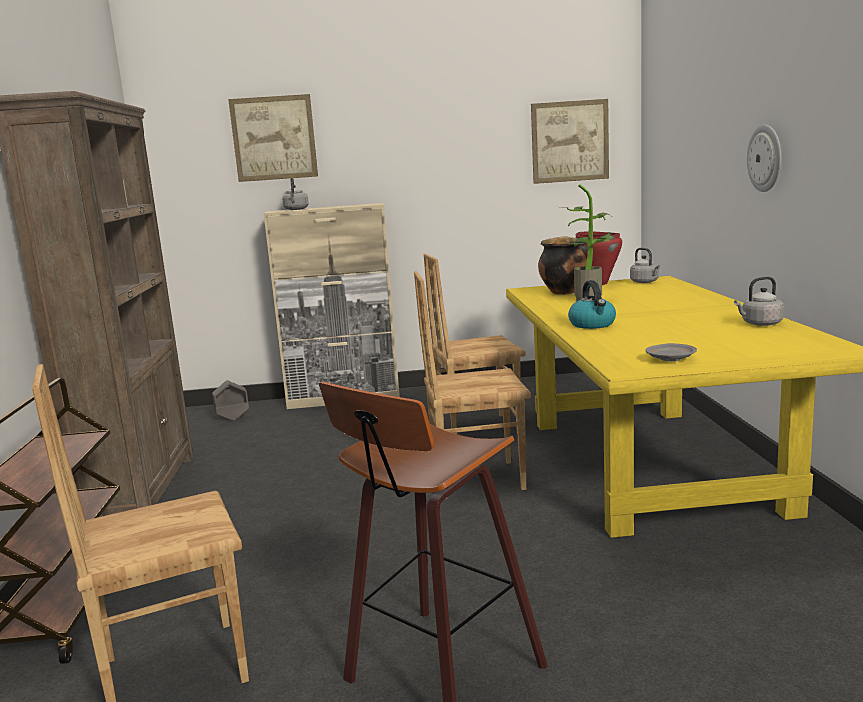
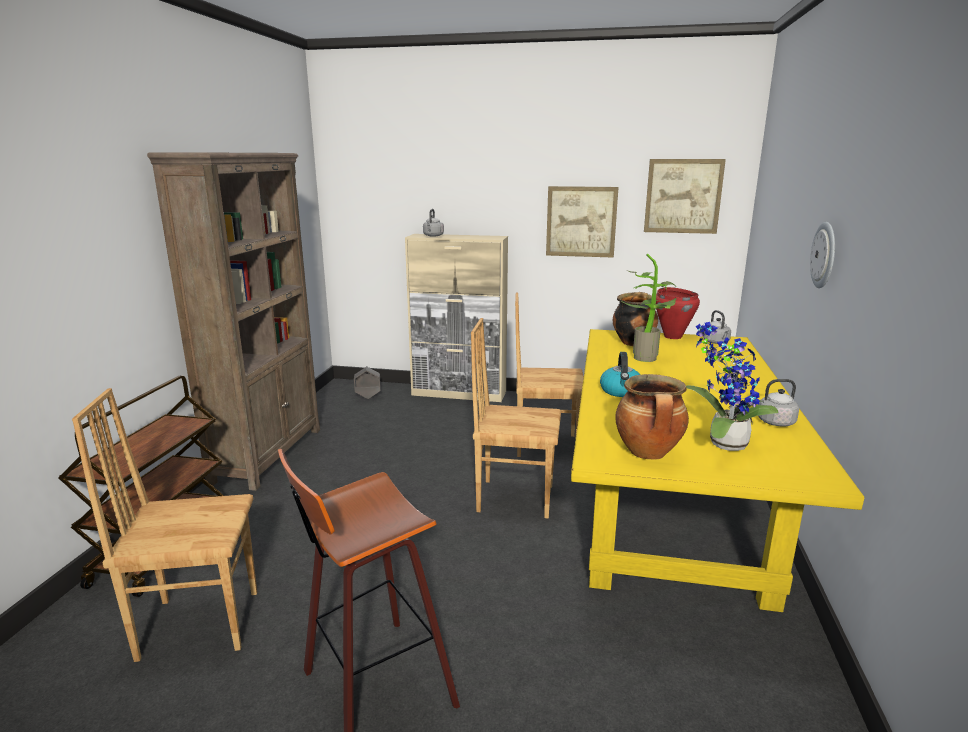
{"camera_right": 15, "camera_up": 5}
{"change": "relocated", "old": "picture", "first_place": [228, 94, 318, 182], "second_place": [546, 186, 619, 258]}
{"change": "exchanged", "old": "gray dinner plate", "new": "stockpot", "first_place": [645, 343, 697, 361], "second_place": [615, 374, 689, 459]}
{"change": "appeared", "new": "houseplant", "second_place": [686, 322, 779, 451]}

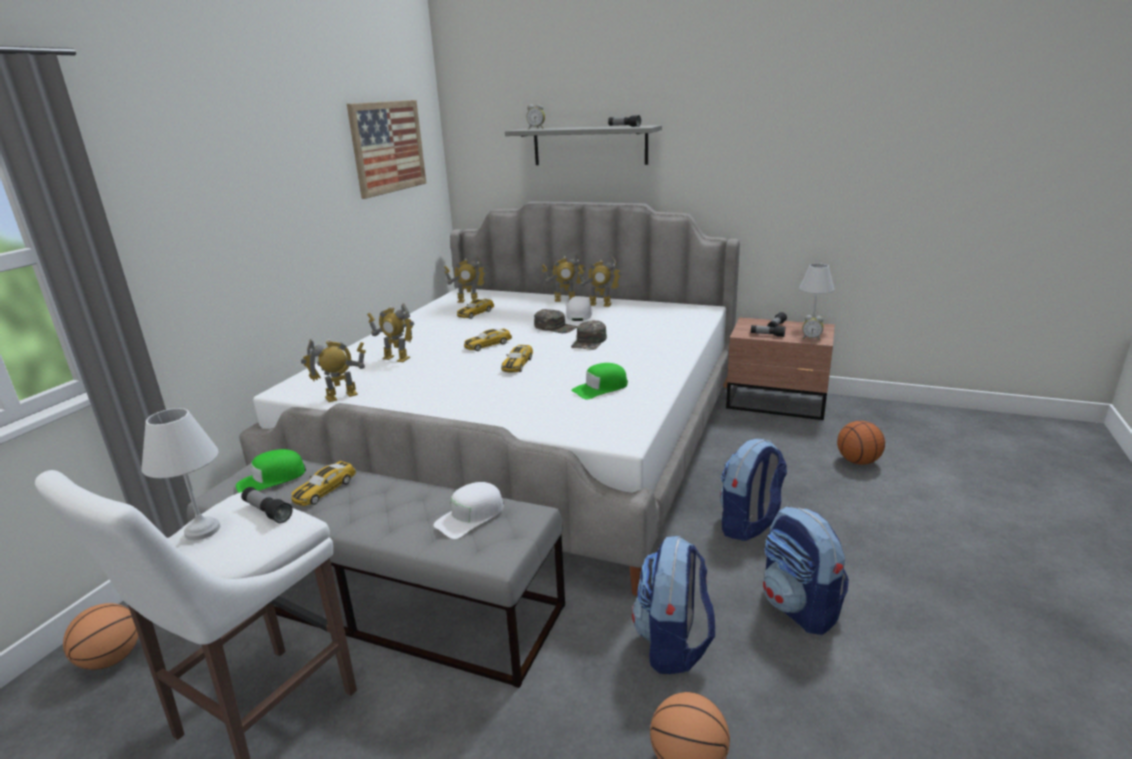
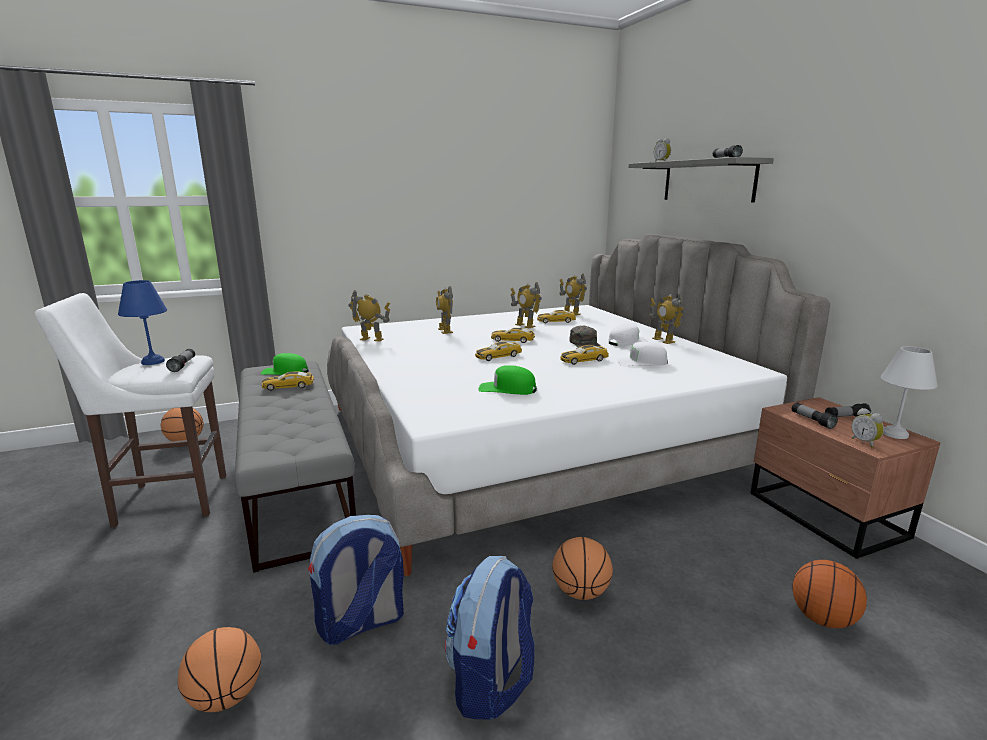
{"camera_right": 45, "camera_up": -5}
{"change": "colour", "old": "white-coloured tabletop lamp", "new": "blue tabletop lamp", "first_place": [142, 408, 220, 540], "second_place": [118, 280, 167, 365]}
{"change": "missing", "old": "picture", "first_place": [347, 100, 426, 199]}
{"change": "relocated", "old": "white-coloured peaked cap", "first_place": [434, 482, 504, 539], "second_place": [616, 342, 668, 366]}
{"change": "relocated", "old": "robot figure", "first_place": [542, 253, 586, 302], "second_place": [511, 282, 542, 328]}
{"change": "exchanged", "old": "green-coloured peaked cap", "new": "model car", "first_place": [571, 320, 607, 350], "second_place": [560, 345, 609, 365]}
{"change": "exchanged", "old": "rucksack", "new": "ball for basketball", "first_place": [720, 439, 787, 541], "second_place": [552, 537, 613, 600]}

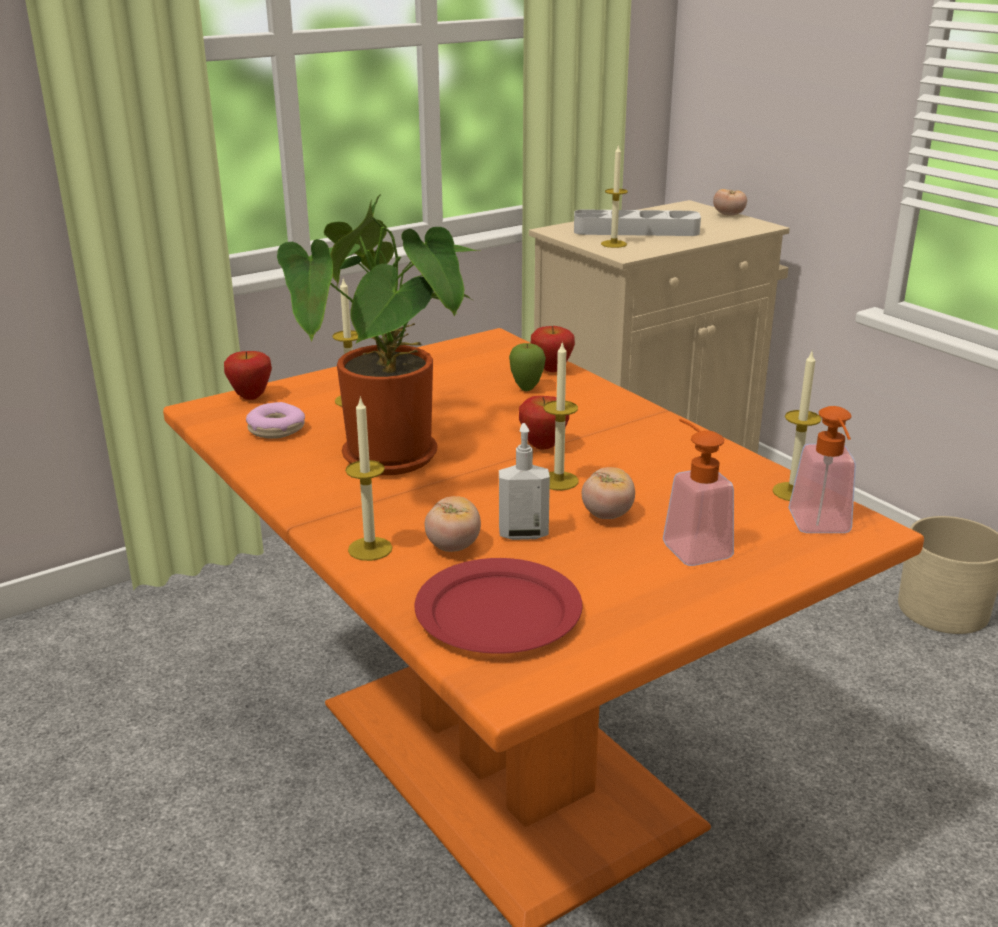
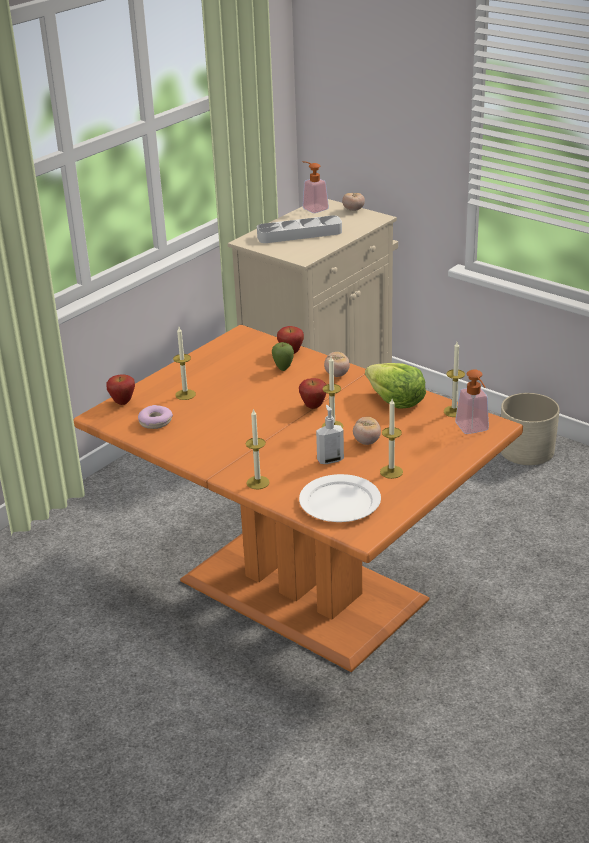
{"camera_right": -15, "camera_up": 5}
{"change": "missing", "old": "houseplant", "first_place": [277, 194, 479, 475]}
{"change": "colour", "old": "reddish dinner plate", "new": "white-coloured dinner plate", "first_place": [414, 558, 583, 654], "second_place": [299, 474, 381, 522]}
{"change": "relocated", "old": "tomato", "first_place": [425, 496, 481, 552], "second_place": [324, 352, 350, 377]}
{"change": "relocated", "old": "wax candle", "first_place": [601, 145, 628, 248], "second_place": [380, 399, 403, 479]}
{"change": "relocated", "old": "liquid soap bottle", "first_place": [663, 419, 734, 566], "second_place": [302, 161, 329, 213]}
{"change": "appeared", "new": "head of lettuce", "second_place": [365, 363, 426, 409]}

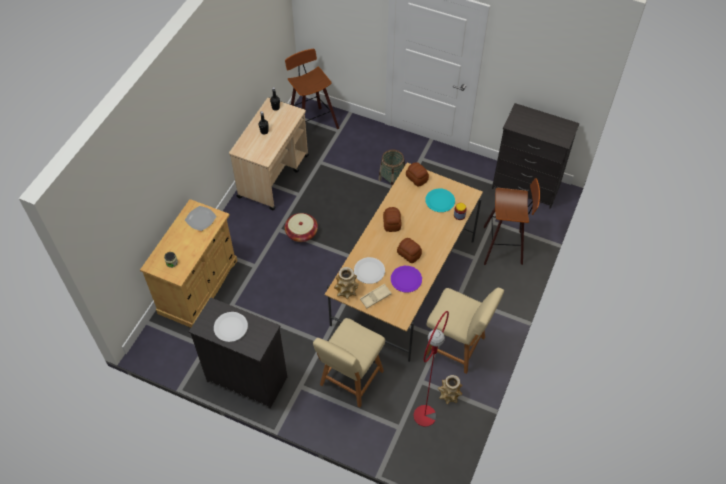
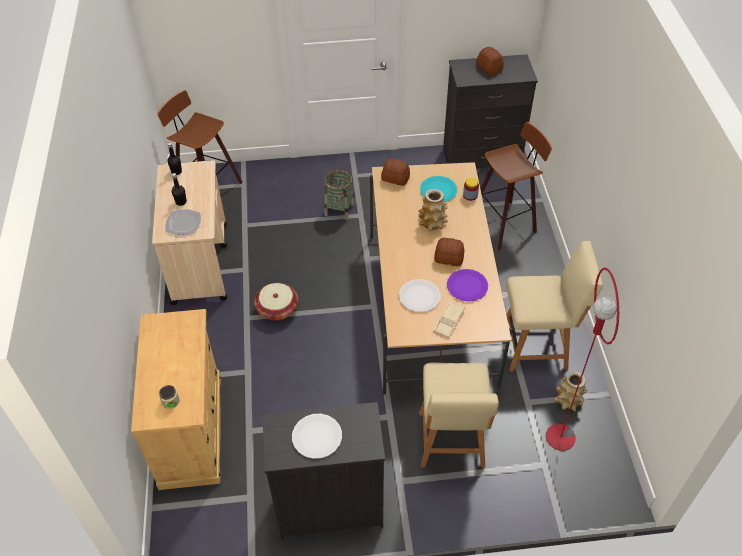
{"camera_right": -30, "camera_up": -5}
{"change": "relocated", "old": "dinner plate", "first_place": [185, 206, 216, 231], "second_place": [165, 209, 201, 235]}
{"change": "relocated", "old": "vase", "first_place": [334, 267, 359, 299], "second_place": [419, 189, 448, 231]}
{"change": "relocated", "old": "bakery bread", "first_place": [383, 207, 401, 232], "second_place": [476, 47, 504, 75]}

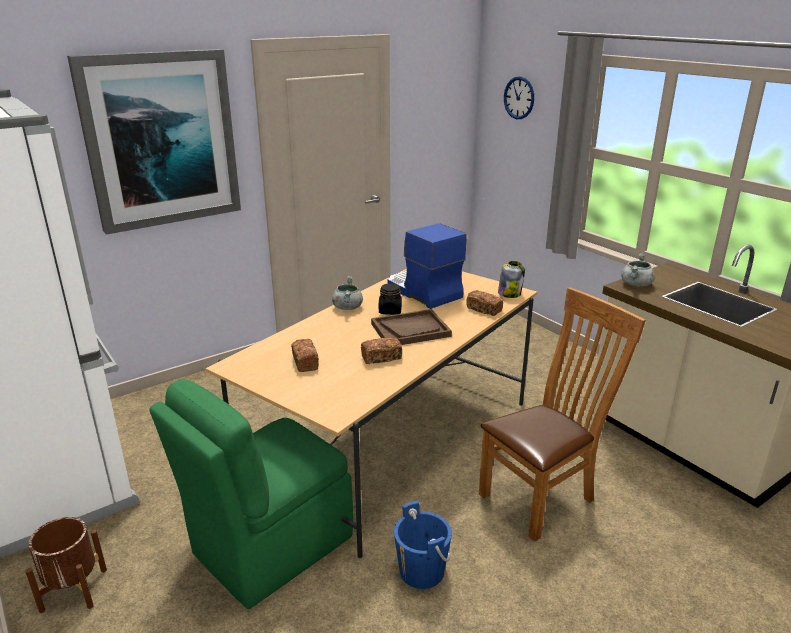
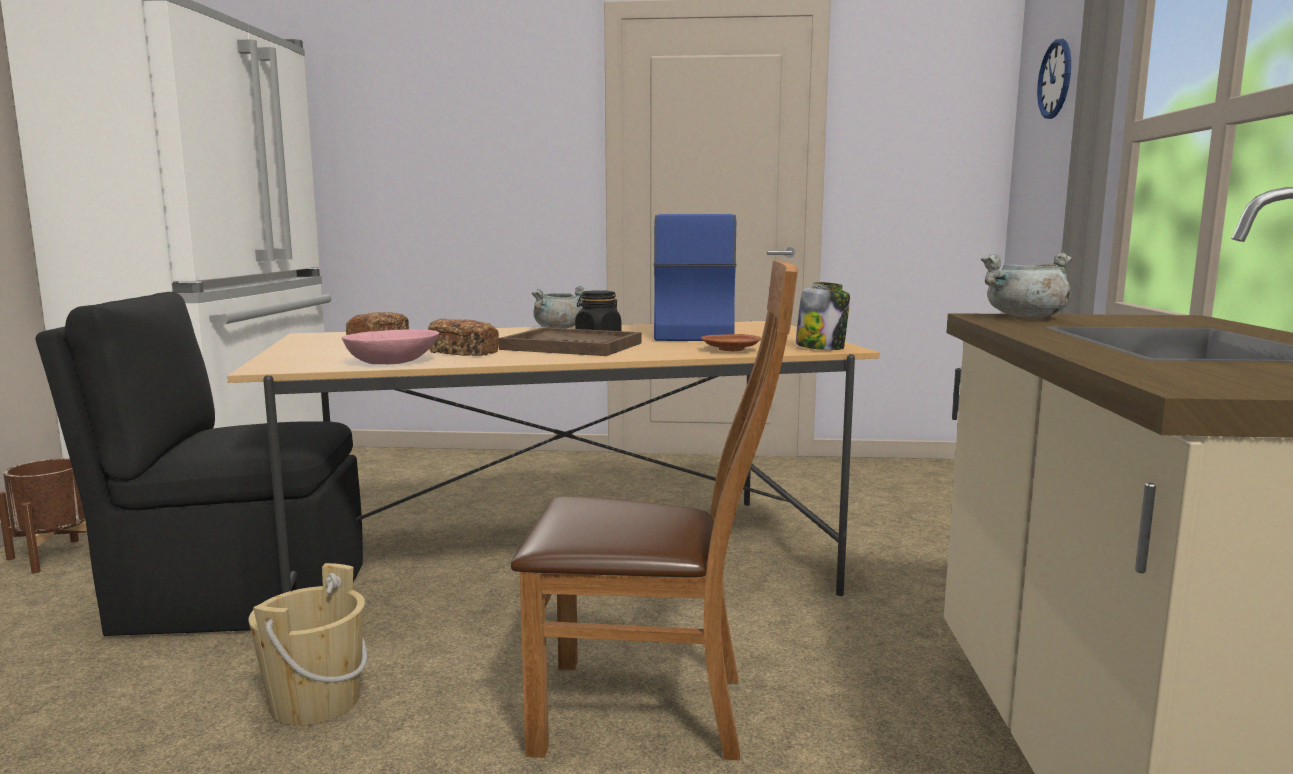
{"camera_right": 40, "camera_up": -15}
{"change": "missing", "old": "picture", "first_place": [67, 49, 241, 235]}
{"change": "colour", "old": "green-coloured plain chair", "new": "blackish plain chair", "first_place": [149, 379, 353, 609], "second_place": [35, 292, 363, 636]}
{"change": "colour", "old": "blue bucket", "new": "sand-coloured bucket", "first_place": [394, 501, 452, 589], "second_place": [248, 563, 367, 726]}
{"change": "exchanged", "old": "bakery bread", "new": "brown dinner plate", "first_place": [466, 290, 503, 316], "second_place": [701, 334, 761, 351]}
{"change": "appeared", "new": "pinkish serving bowl", "second_place": [342, 329, 439, 364]}

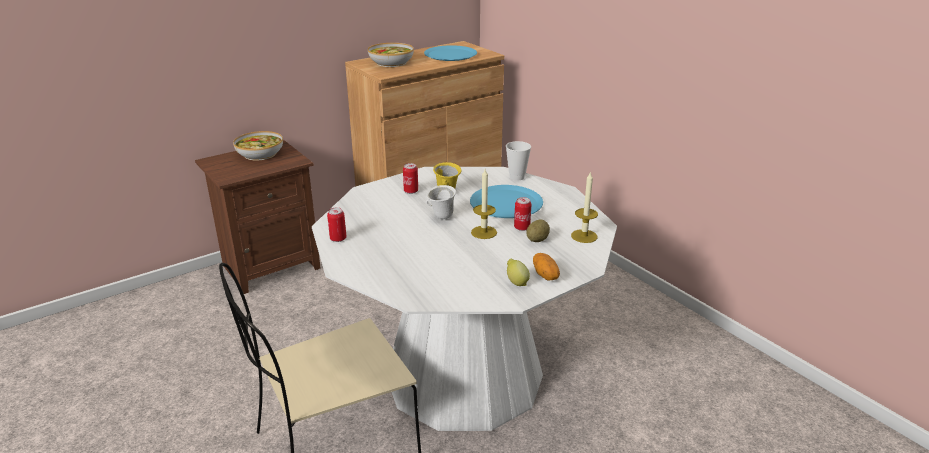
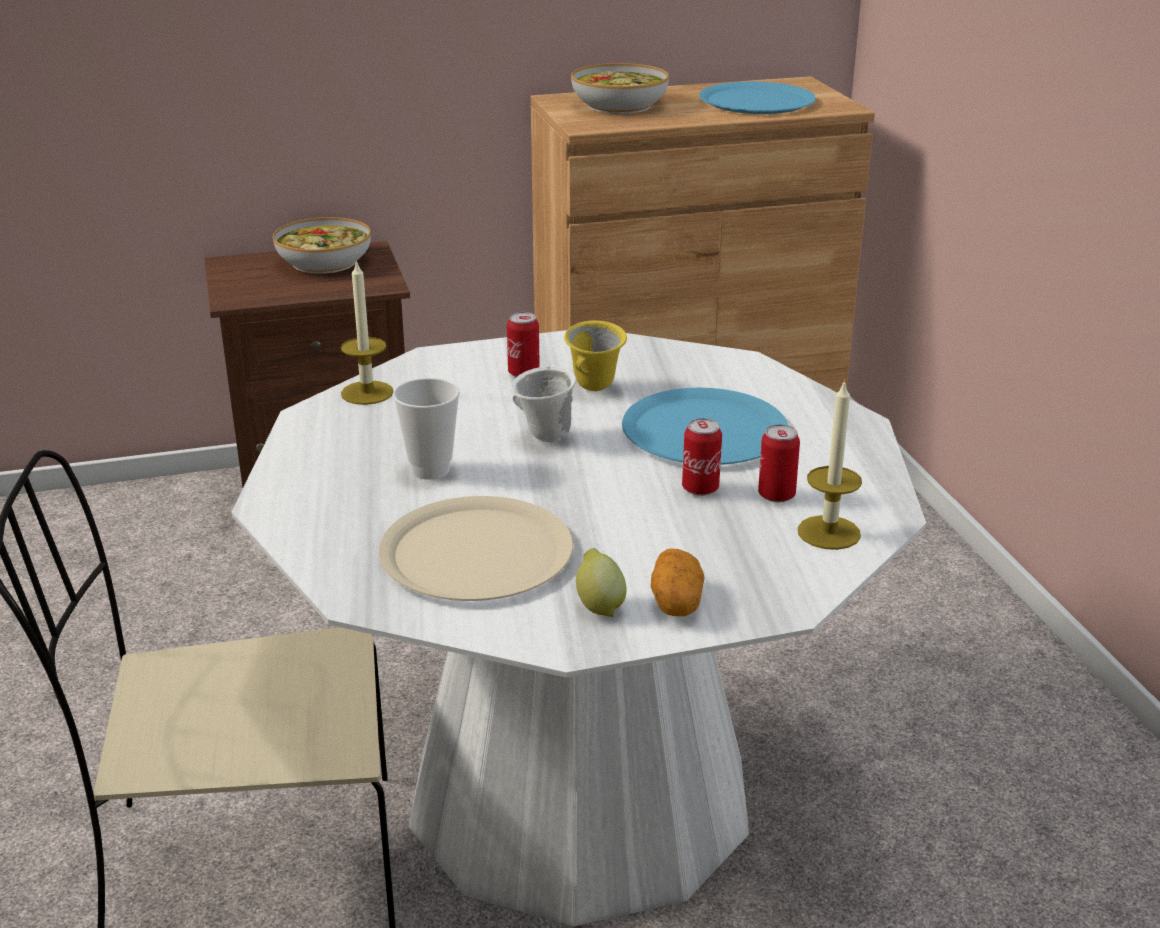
{"camera_right": 20, "camera_up": 0}
{"change": "relocated", "old": "sealed can", "first_place": [327, 208, 347, 242], "second_place": [758, 425, 800, 502]}
{"change": "relocated", "old": "wax candle", "first_place": [471, 169, 497, 239], "second_place": [341, 259, 394, 405]}
{"change": "relocated", "old": "small cup", "first_place": [506, 141, 531, 180], "second_place": [393, 378, 460, 480]}
{"change": "missing", "old": "spud", "first_place": [526, 220, 550, 242]}
{"change": "appeared", "new": "sand-coloured dinner plate", "second_place": [379, 496, 573, 601]}

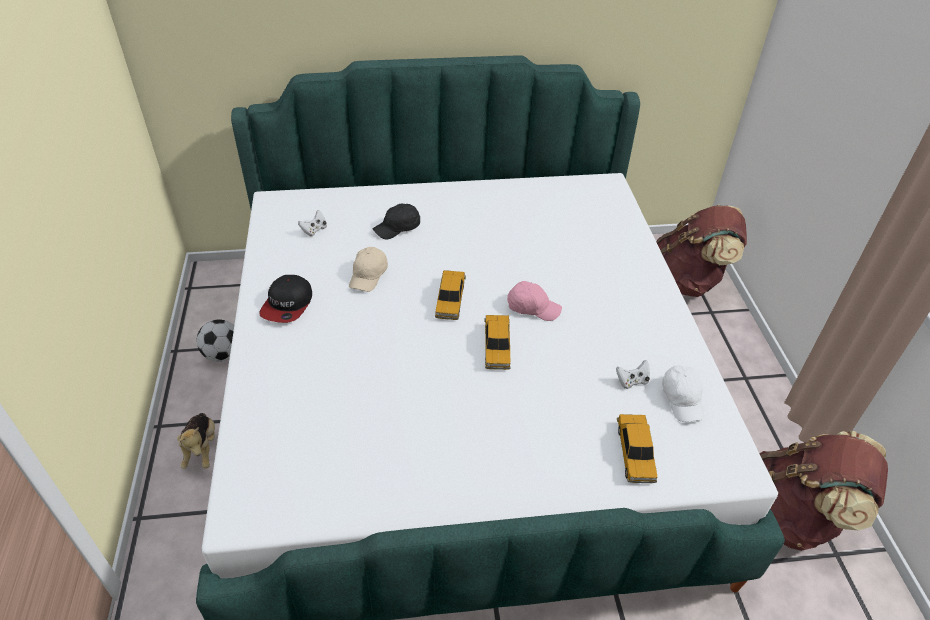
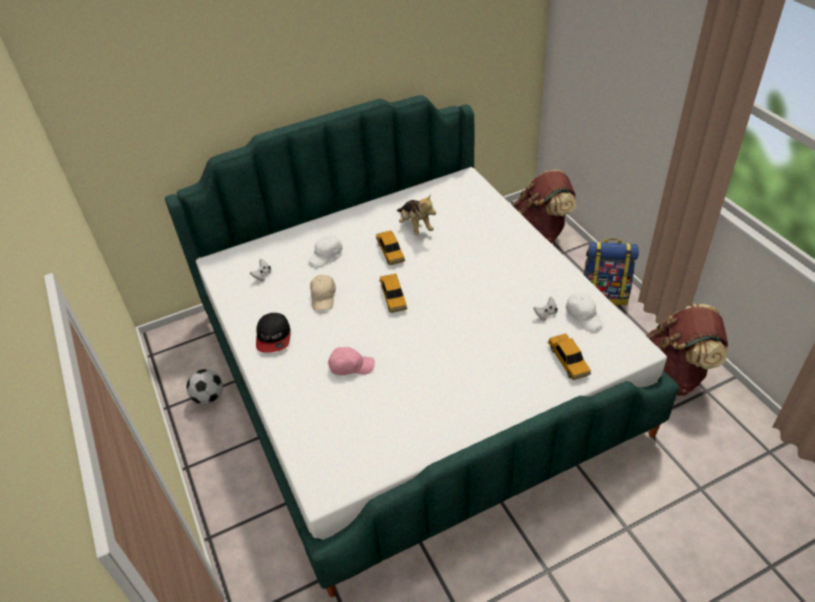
{"camera_right": -15, "camera_up": 0}
{"change": "relocated", "old": "cuddly toy", "first_place": [177, 413, 215, 469], "second_place": [397, 193, 436, 235]}
{"change": "colour", "old": "blackish peaked cap", "new": "white-coloured peaked cap", "first_place": [373, 204, 420, 239], "second_place": [308, 235, 342, 267]}
{"change": "relocated", "old": "model car", "first_place": [485, 315, 511, 370], "second_place": [376, 230, 405, 265]}
{"change": "relocated", "old": "pinkish peaked cap", "first_place": [507, 281, 562, 321], "second_place": [328, 347, 375, 375]}
{"change": "appeared", "new": "rucksack", "second_place": [583, 239, 639, 305]}

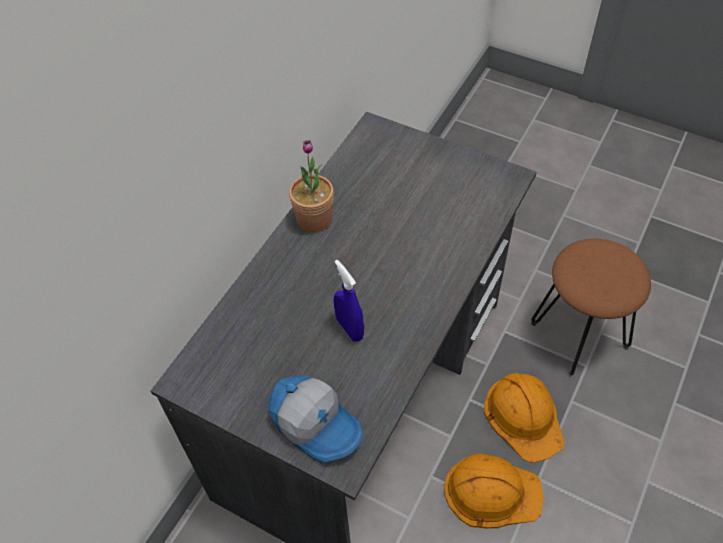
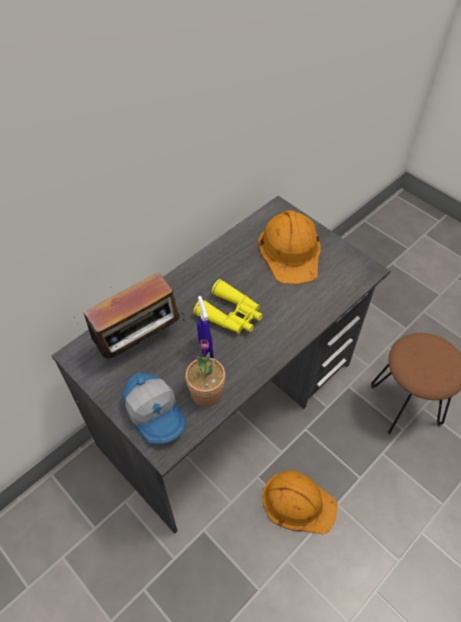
{"camera_right": 15, "camera_up": 0}
{"change": "relocated", "old": "houseplant", "first_place": [289, 140, 334, 232], "second_place": [185, 339, 226, 407]}
{"change": "relocated", "old": "orange safety helmet", "first_place": [484, 373, 565, 463], "second_place": [258, 210, 321, 284]}
{"change": "appeared", "new": "radio receiver", "second_place": [84, 272, 184, 359]}
{"change": "appeared", "new": "yellow pair of binoculars", "second_place": [193, 279, 263, 334]}

